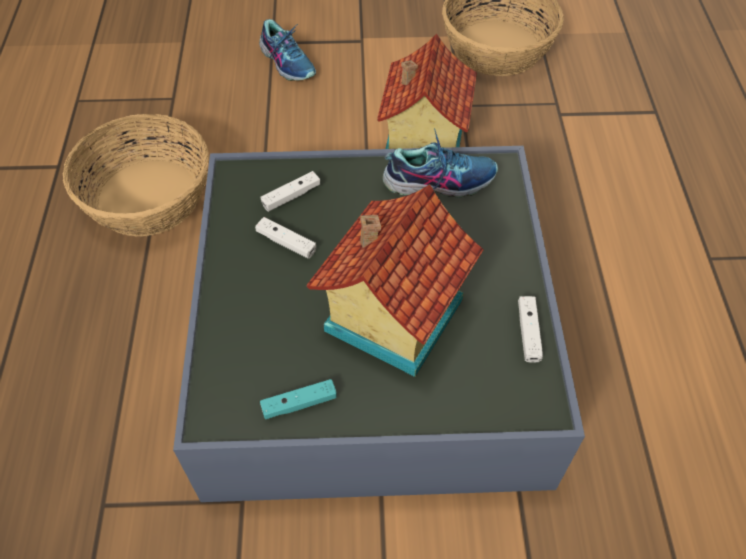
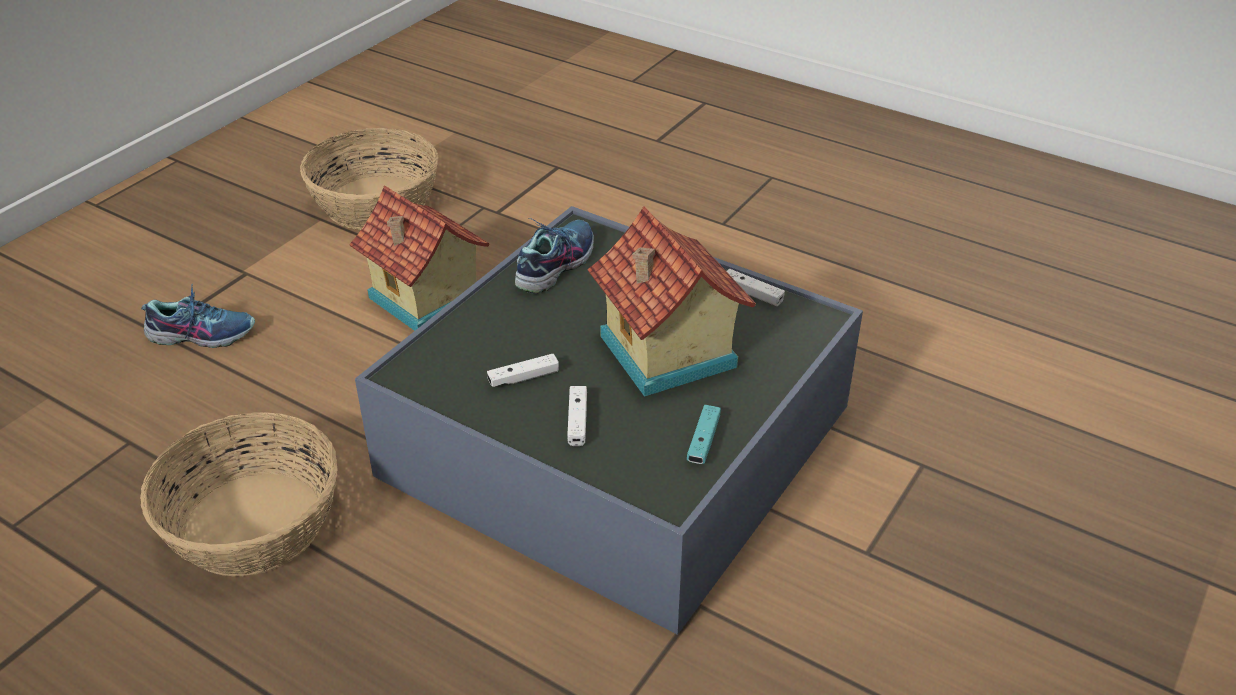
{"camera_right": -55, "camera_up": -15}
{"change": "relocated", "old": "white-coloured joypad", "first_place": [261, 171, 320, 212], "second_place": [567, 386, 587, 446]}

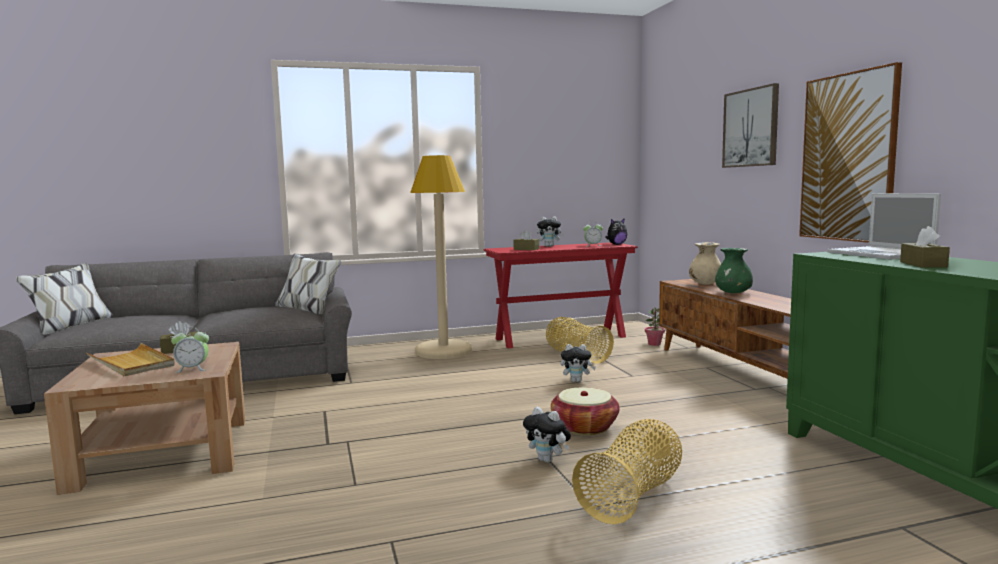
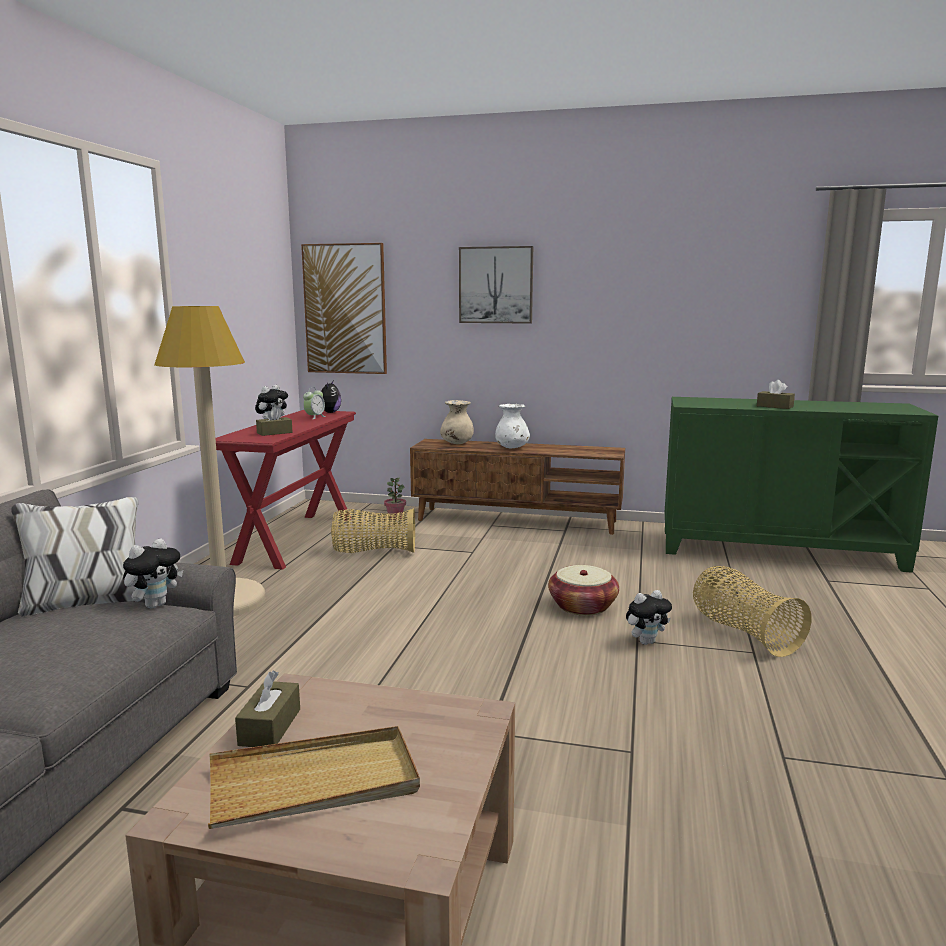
{"camera_right": -60, "camera_up": 5}
{"change": "missing", "old": "bedside clock", "first_place": [171, 327, 209, 373]}
{"change": "relocated", "old": "cuddly toy", "first_place": [561, 344, 596, 382], "second_place": [123, 539, 183, 609]}
{"change": "colour", "old": "green-coloured vase", "new": "white-coloured vase", "first_place": [715, 248, 753, 293], "second_place": [495, 404, 530, 448]}
{"change": "relocated", "old": "picture", "first_place": [799, 62, 902, 243], "second_place": [301, 243, 387, 374]}
{"change": "missing", "old": "laptop", "first_place": [827, 193, 941, 260]}

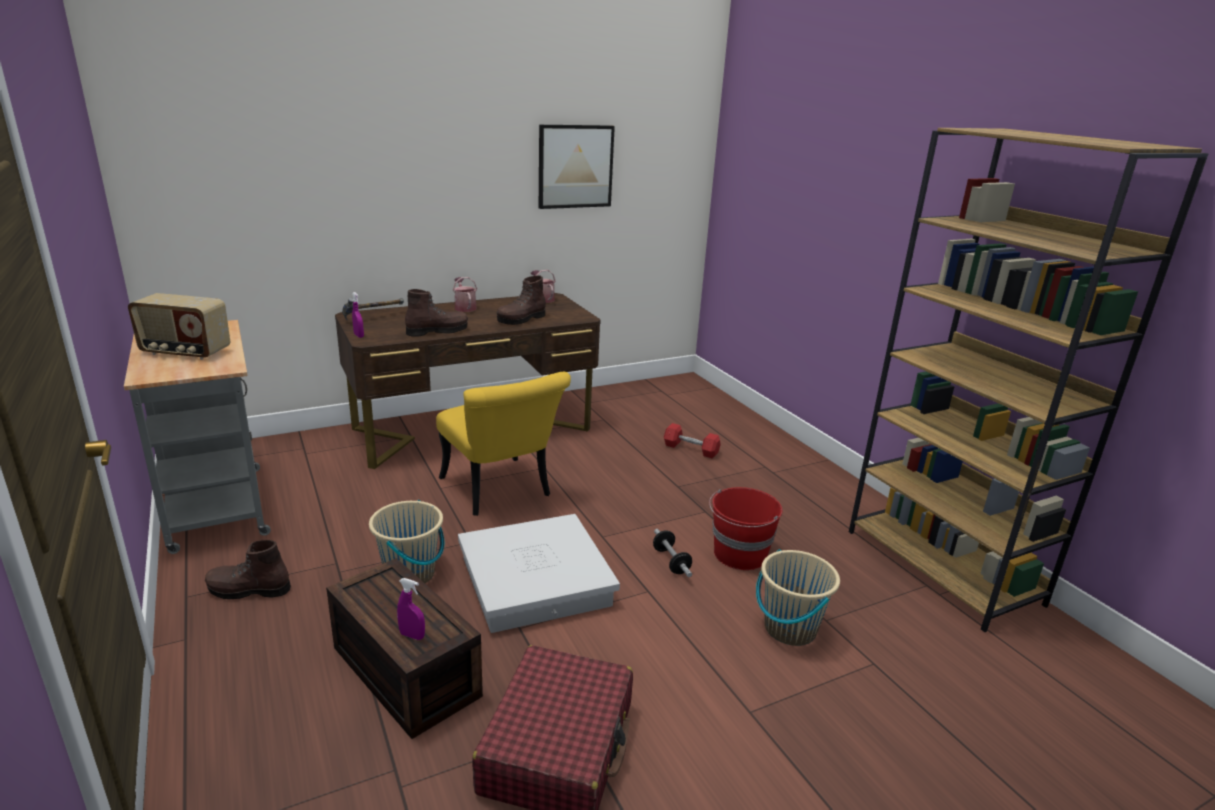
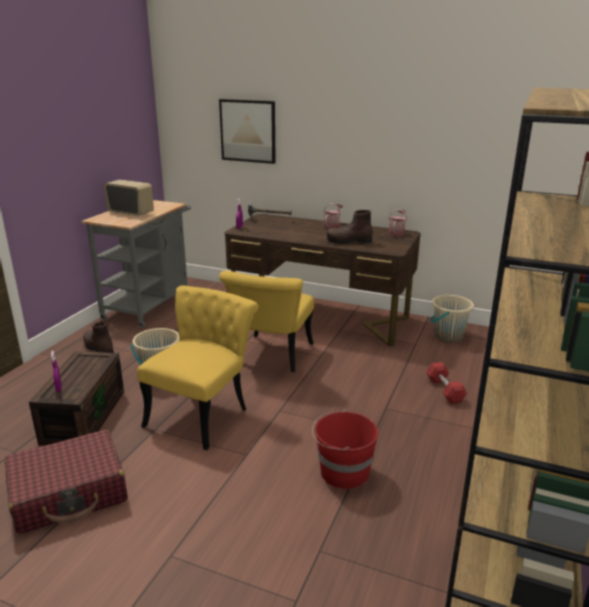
{"camera_right": 50, "camera_up": 0}
{"change": "spun", "old": "radio receiver", "first_place": [128, 293, 230, 360], "second_place": [104, 179, 154, 217], "degrees": 150}
{"change": "missing", "old": "brown high-top boot", "first_place": [405, 289, 468, 337]}
{"change": "exchanged", "old": "white-coloured storage container", "new": "yellow plain chair", "first_place": [458, 514, 620, 633], "second_place": [137, 286, 259, 450]}
{"change": "relocated", "old": "picture", "first_place": [539, 125, 615, 209], "second_place": [219, 99, 276, 164]}
{"change": "missing", "old": "hand weight", "first_place": [653, 529, 692, 577]}
{"change": "relocated", "old": "sand-coloured bucket", "first_place": [756, 549, 840, 646], "second_place": [430, 295, 474, 342]}

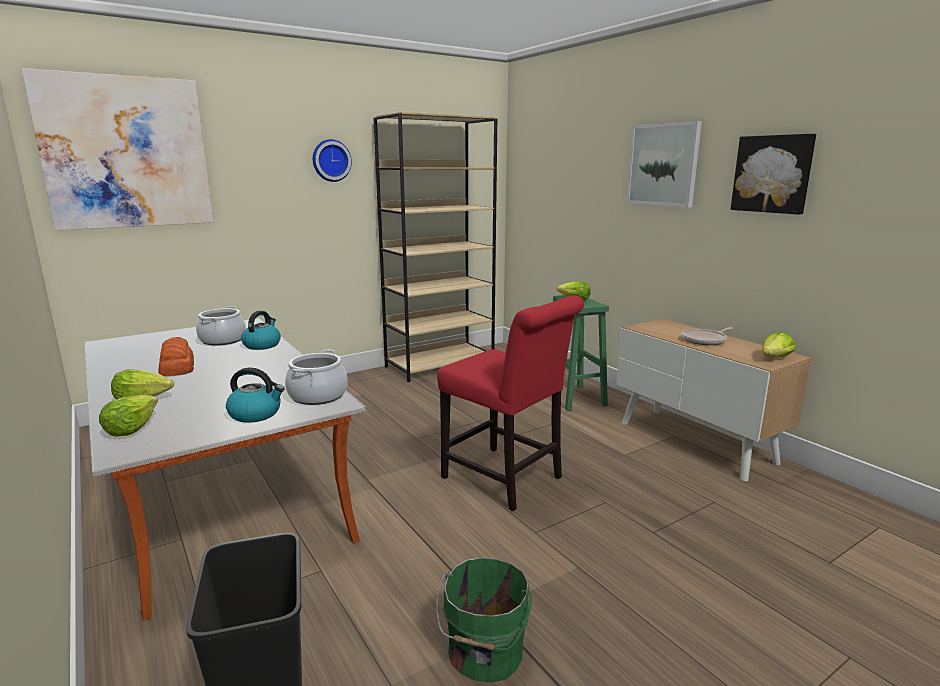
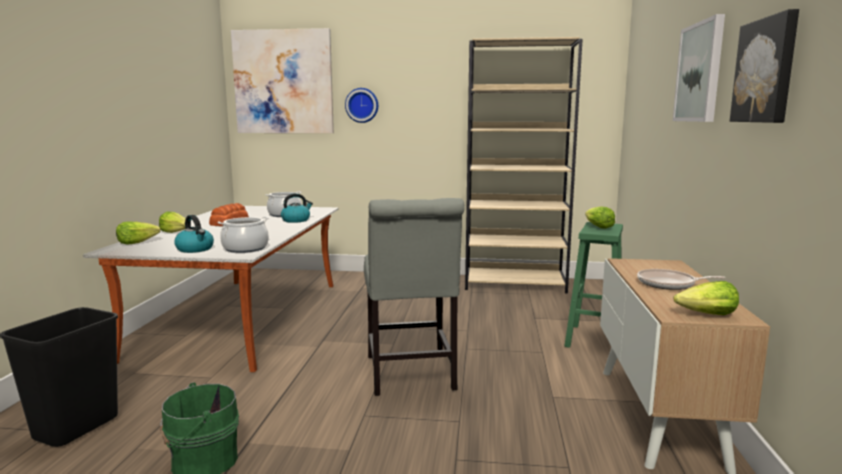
{"camera_right": 40, "camera_up": -5}
{"change": "relocated", "old": "hanging clock", "first_place": [313, 139, 352, 182], "second_place": [345, 88, 378, 123]}
{"change": "colour", "old": "reddish plain chair", "new": "gray plain chair", "first_place": [437, 295, 584, 511], "second_place": [364, 198, 465, 396]}

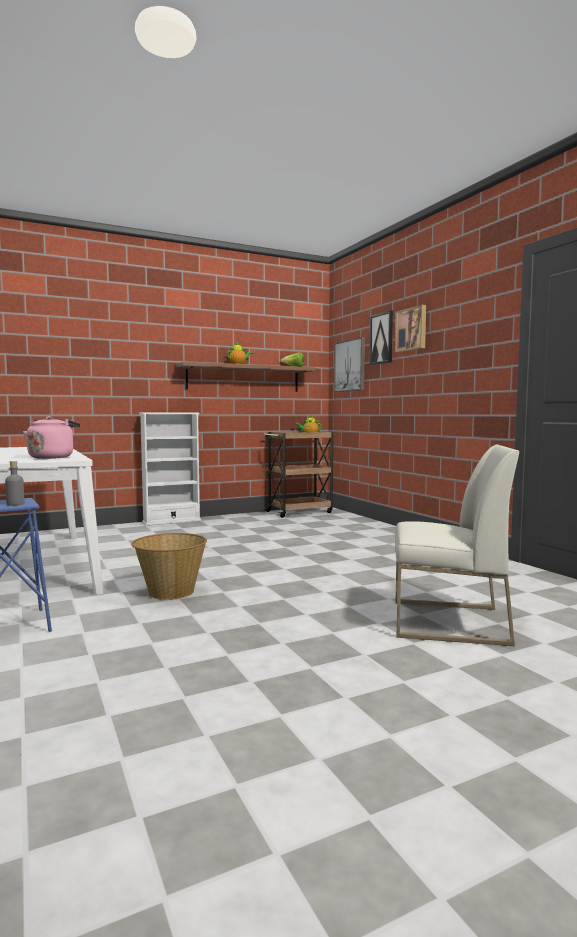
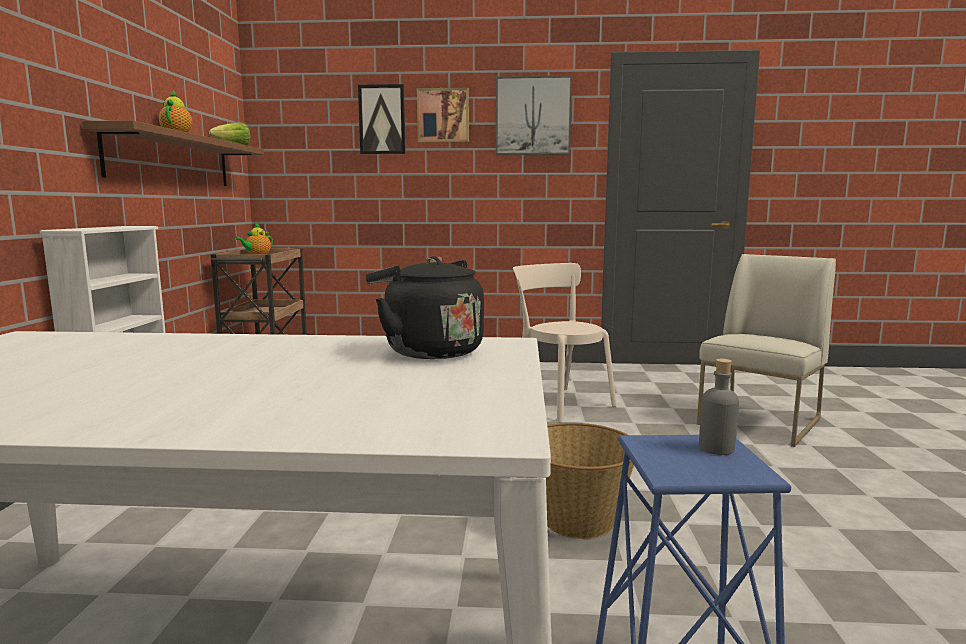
{"camera_right": -60, "camera_up": 5}
{"change": "colour", "old": "pinkish kettle", "new": "blackish kettle", "first_place": [23, 416, 80, 459], "second_place": [365, 256, 484, 359]}
{"change": "relocated", "old": "picture", "first_place": [334, 337, 365, 392], "second_place": [496, 75, 572, 155]}
{"change": "appeared", "new": "sand-coloured plain chair", "second_place": [513, 263, 617, 422]}

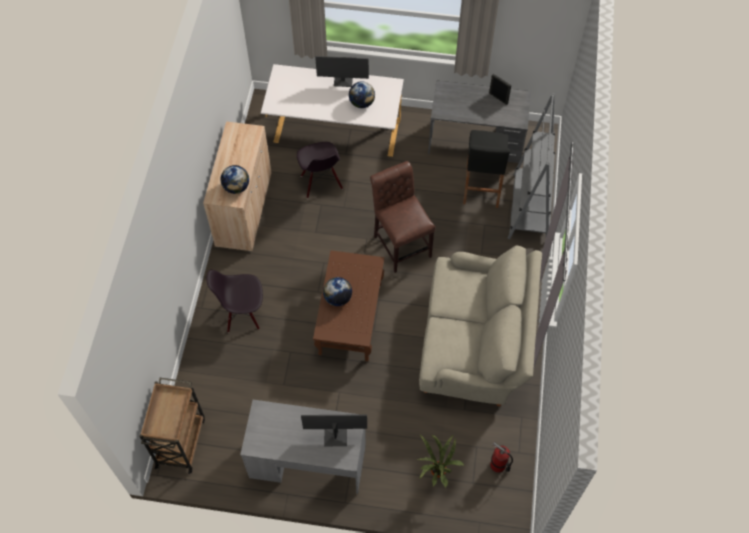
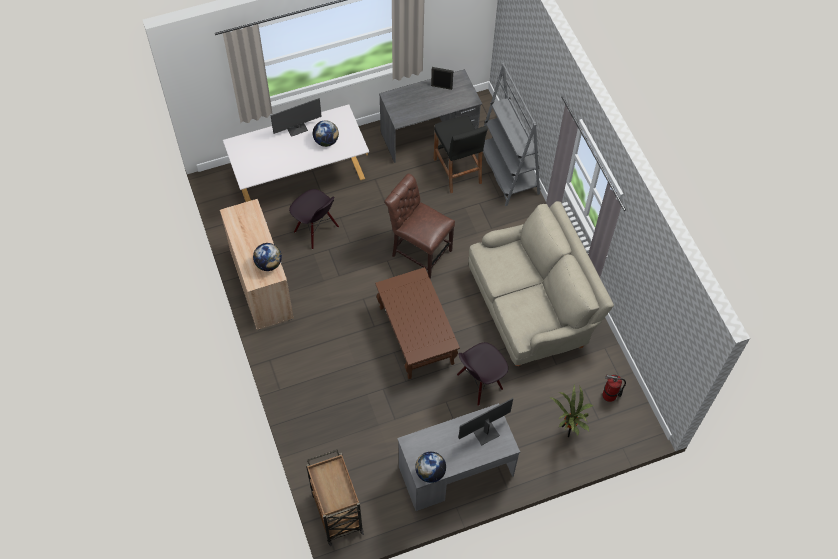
{"camera_right": -30, "camera_up": 0}
{"change": "relocated", "old": "blackish plain chair", "first_place": [206, 270, 263, 333], "second_place": [457, 342, 508, 406]}
{"change": "relocated", "old": "globe", "first_place": [323, 277, 352, 306], "second_place": [415, 452, 446, 483]}

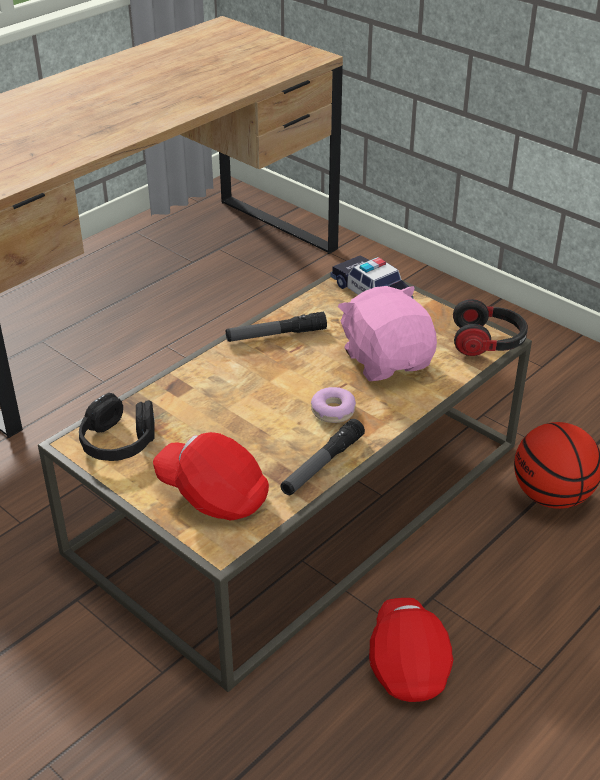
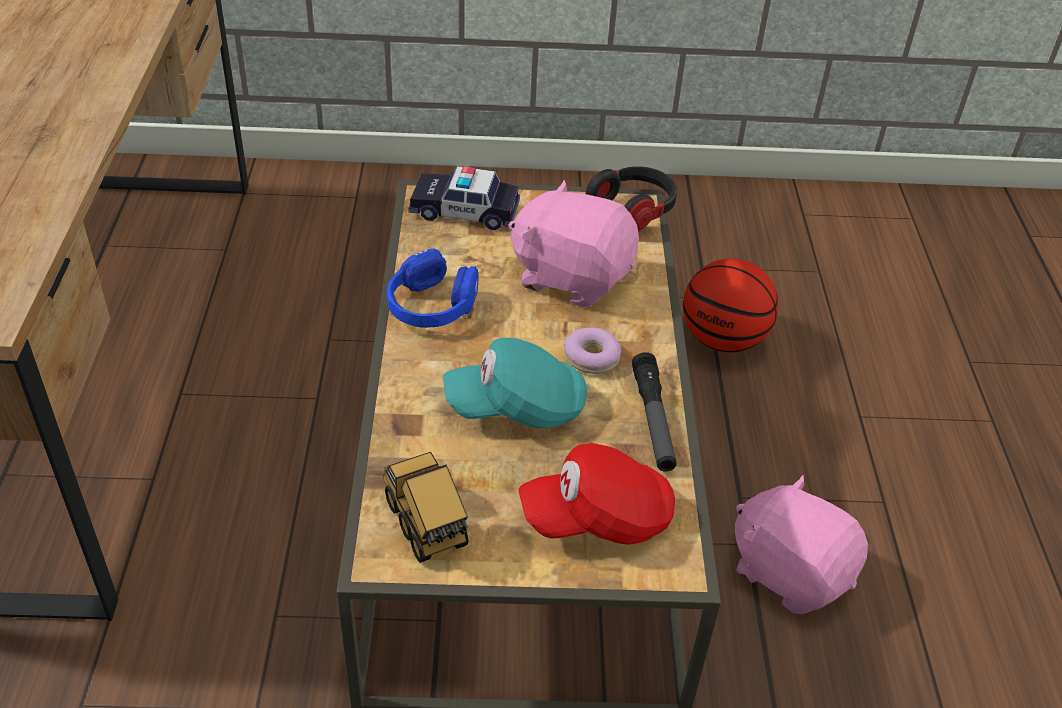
{"camera_right": -45, "camera_up": 5}
{"change": "exchanged", "old": "blackish pair of headphones", "new": "toy lorry", "first_place": [79, 393, 155, 461], "second_place": [383, 452, 469, 563]}
{"change": "exchanged", "old": "flashlight", "new": "blue pair of headphones", "first_place": [226, 312, 327, 342], "second_place": [386, 248, 479, 328]}
{"change": "exchanged", "old": "reddish peaked cap", "new": "pinkish cuddly toy", "first_place": [369, 598, 454, 702], "second_place": [735, 475, 868, 614]}
{"change": "appeared", "new": "turquoise peaked cap", "second_place": [443, 338, 587, 428]}

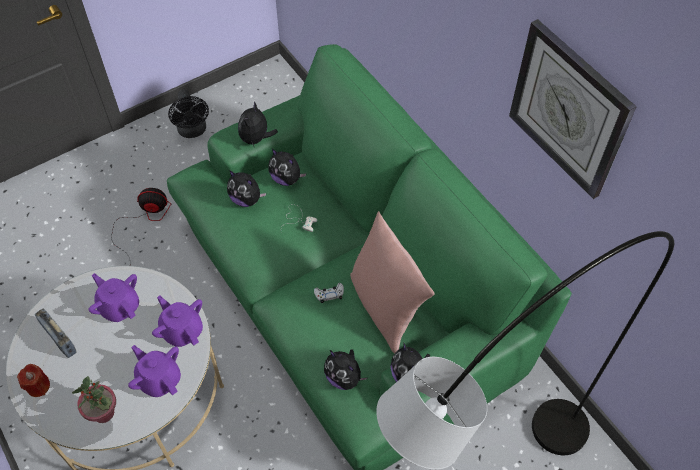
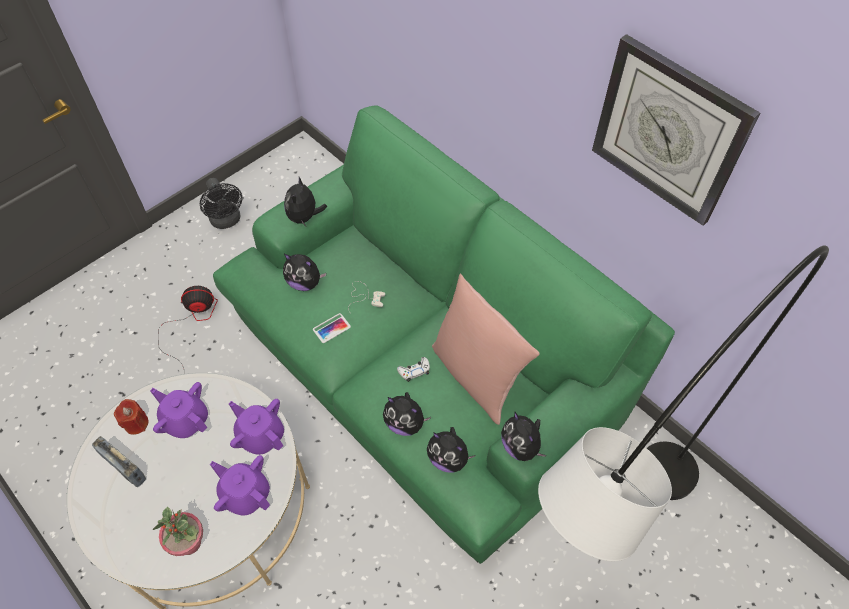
{"camera_right": -10, "camera_up": 0}
{"change": "relocated", "old": "reddish wax candle", "first_place": [17, 364, 50, 397], "second_place": [114, 399, 148, 435]}
{"change": "relocated", "old": "cuddly toy", "first_place": [269, 149, 306, 186], "second_place": [383, 392, 431, 436]}
{"change": "appeared", "new": "telephone", "second_place": [313, 313, 351, 343]}

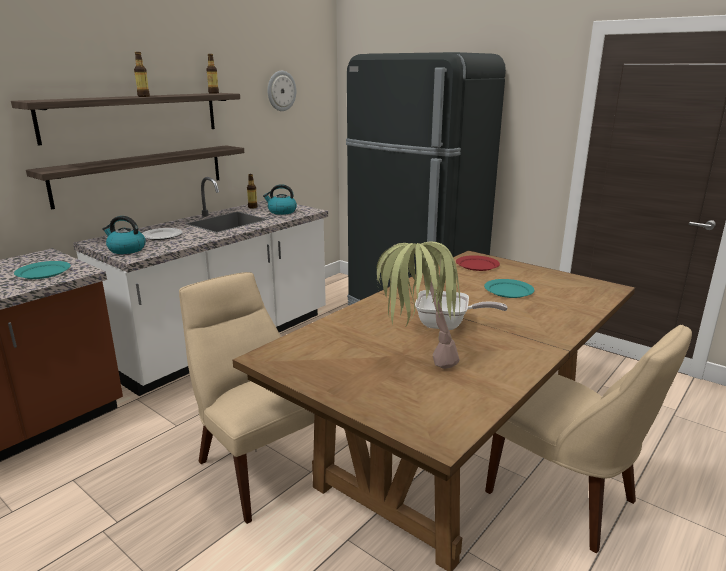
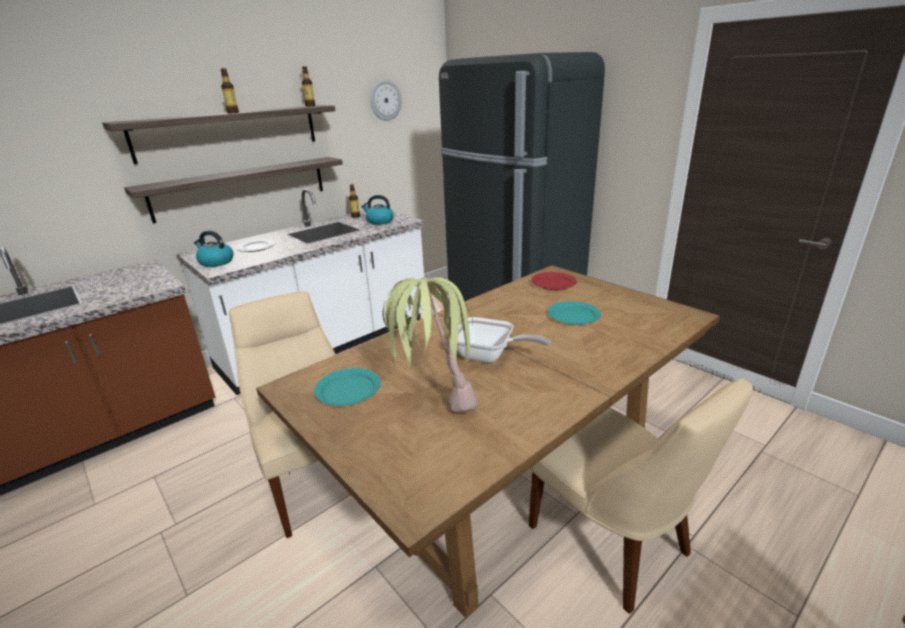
{"camera_right": 10, "camera_up": 5}
{"change": "relocated", "old": "turquoise dinner plate", "first_place": [14, 261, 71, 279], "second_place": [314, 368, 381, 406]}

